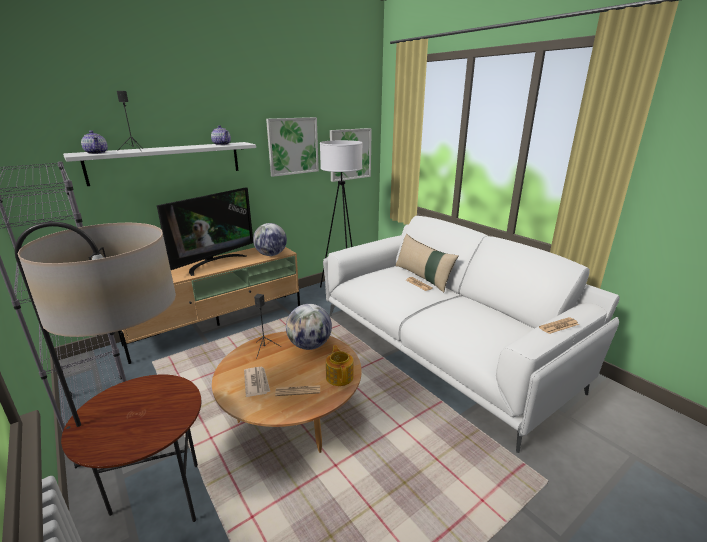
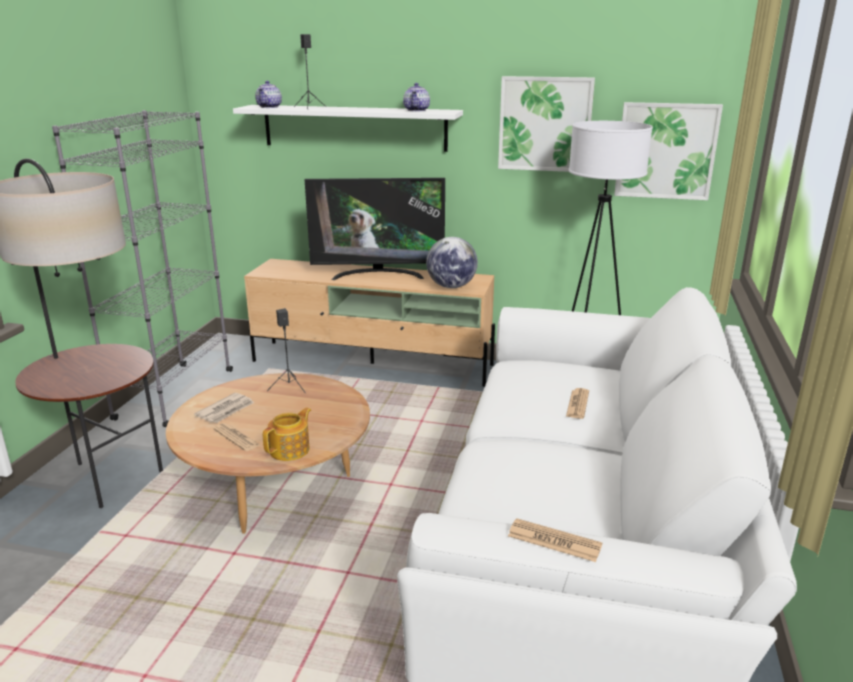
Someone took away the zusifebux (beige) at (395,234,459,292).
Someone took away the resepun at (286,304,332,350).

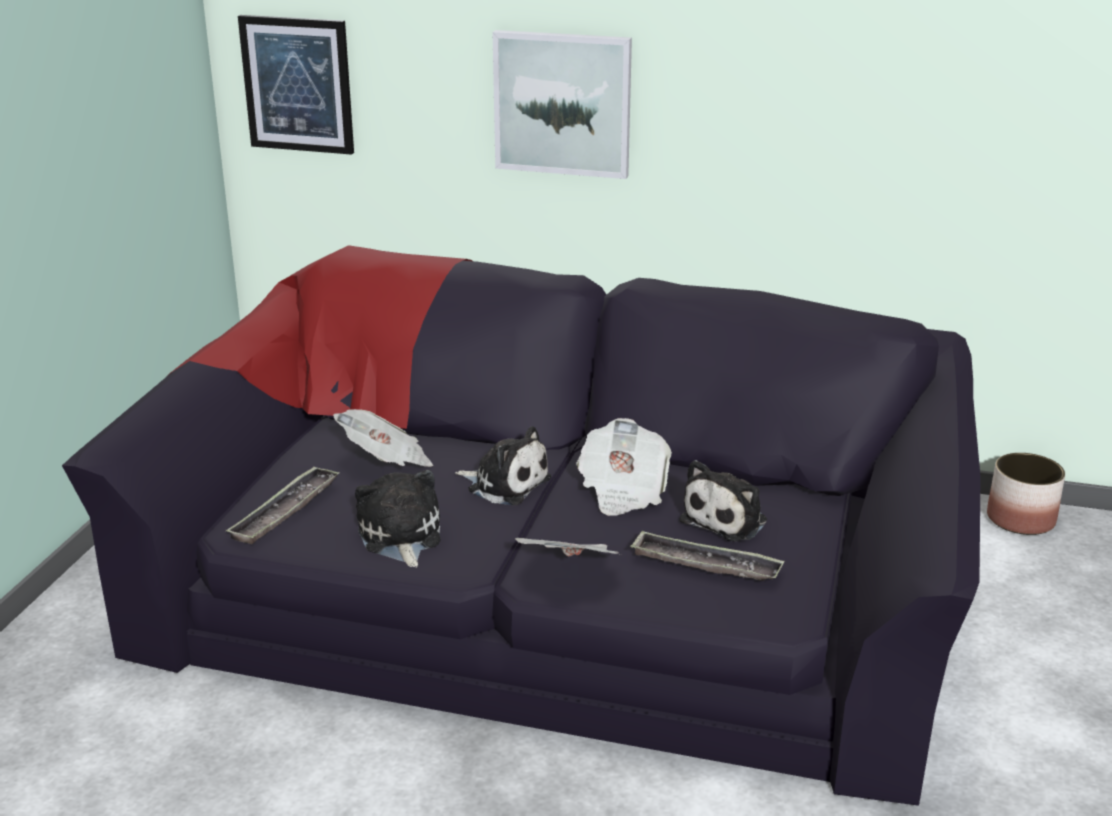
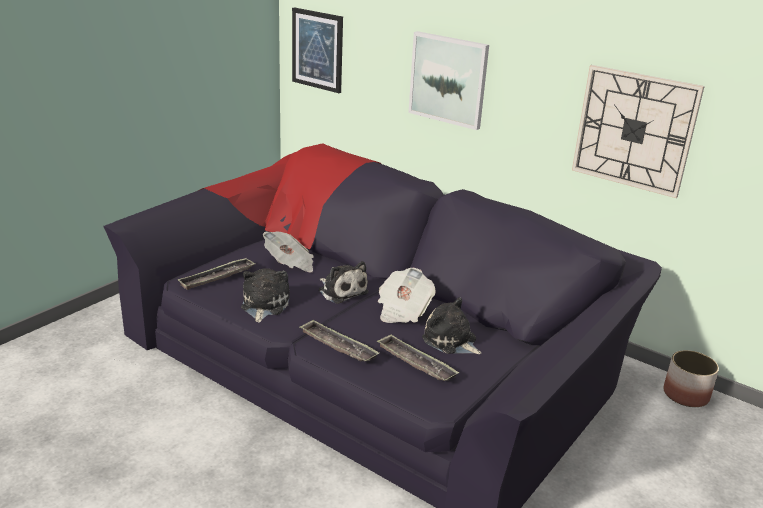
Someone rotated the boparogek at (679,460,767,542) by 75 degrees clockwise.
Someone swapped the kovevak at (516,538,621,556) for the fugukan at (300,319,379,362).
Someone put up the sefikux at (572,65,705,198).

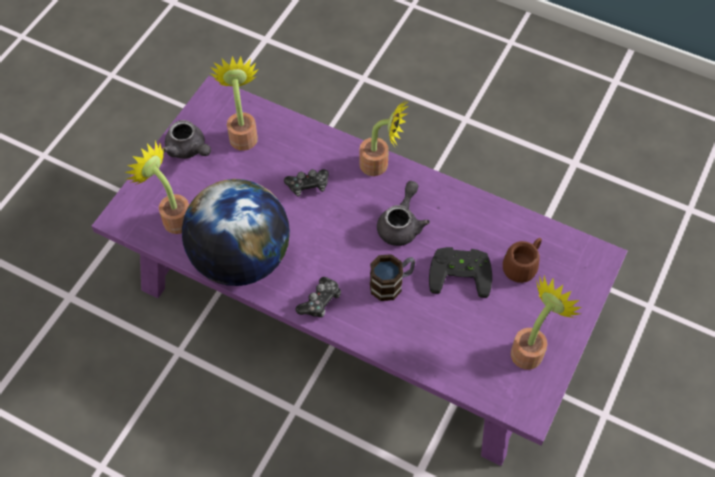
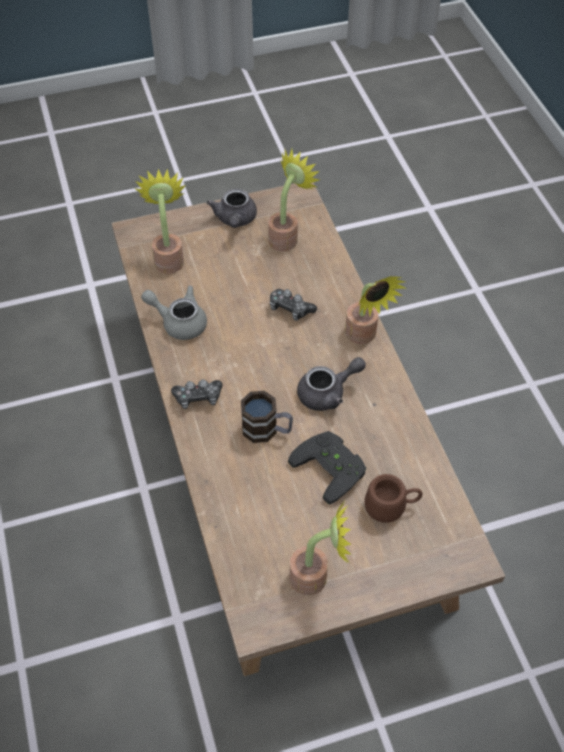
Someone repainted the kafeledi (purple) at (92,76,628,466), which became the kafeledi (brown) at (112,183,505,676).
Someone swapped the resepun at (182,179,290,286) for the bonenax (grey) at (141,286,207,340).

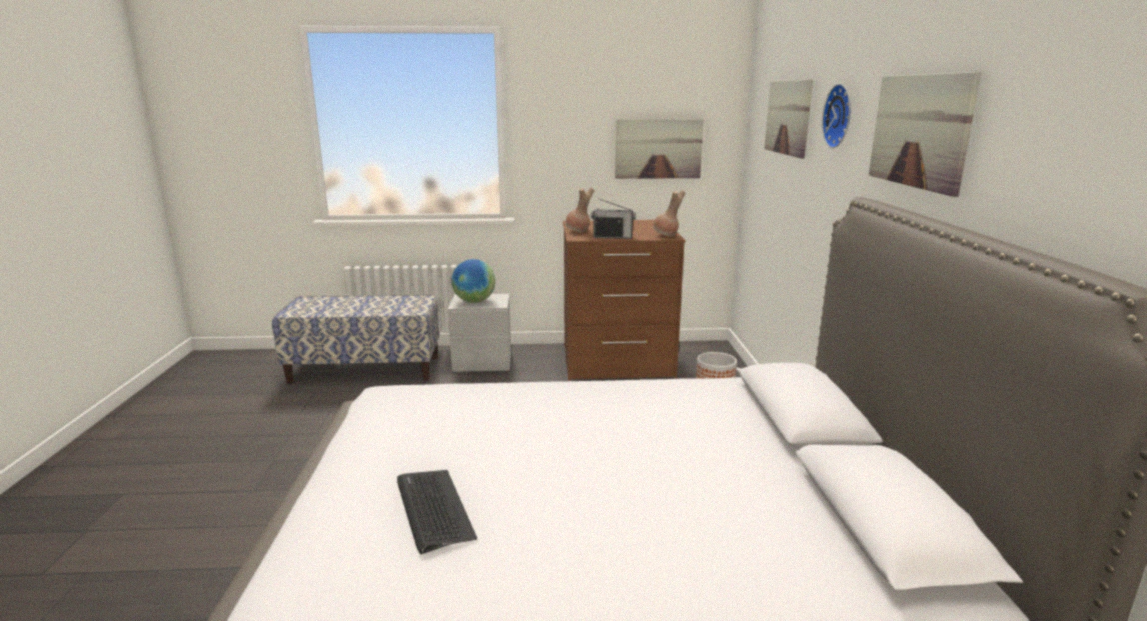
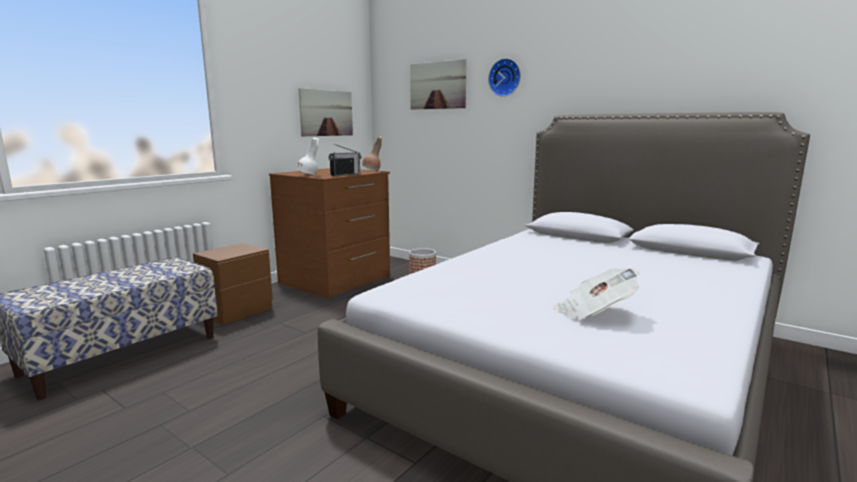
Someone took away the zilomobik at (869,72,981,197).
Someone repainted the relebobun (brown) at (565,187,594,232), which became the relebobun (white) at (297,137,320,175).
Someone took away the resepun at (452,259,496,303).
Someone repainted the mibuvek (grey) at (448,294,511,372), which became the mibuvek (brown) at (193,243,273,325).
Someone swapped the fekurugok at (397,470,477,554) for the kovevak at (554,268,640,320).

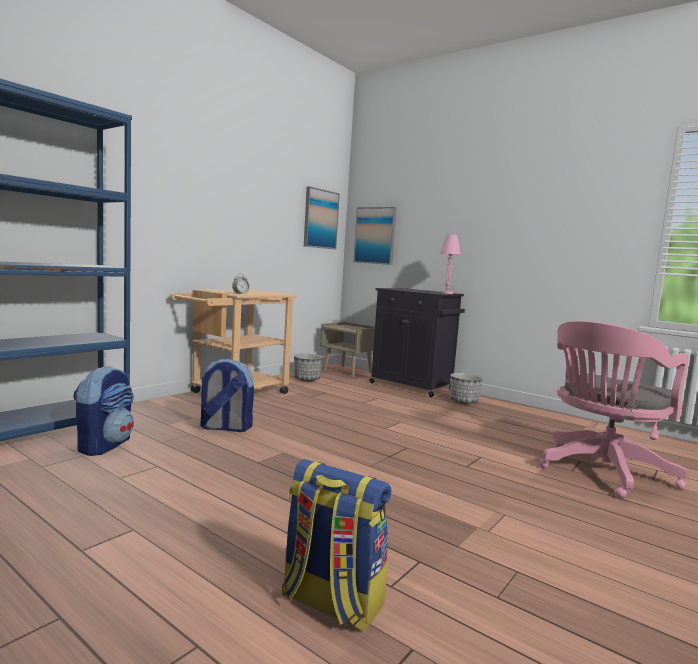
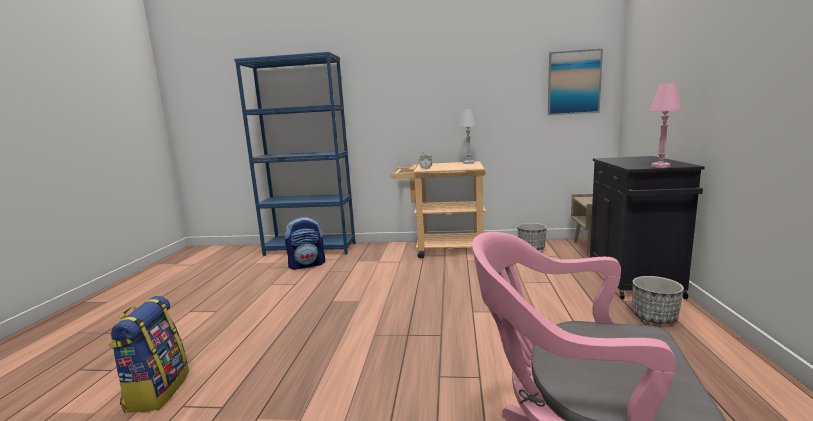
Someone took away the zilomobik at (353,207,397,265).
Someone took away the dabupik at (200,359,254,432).
Someone put down the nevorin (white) at (459,109,477,164).

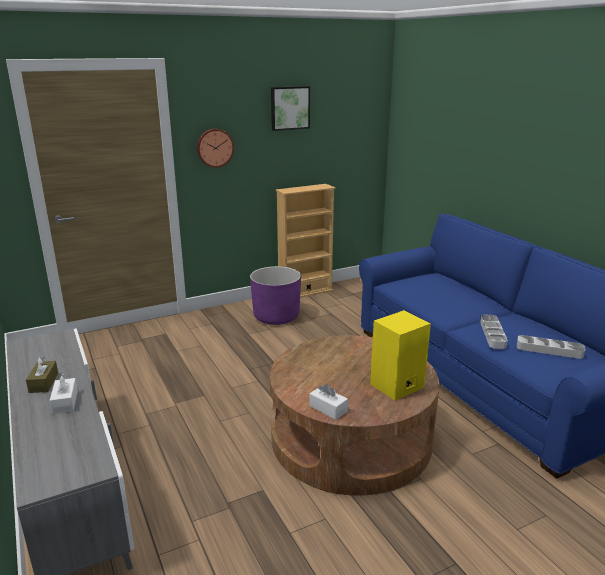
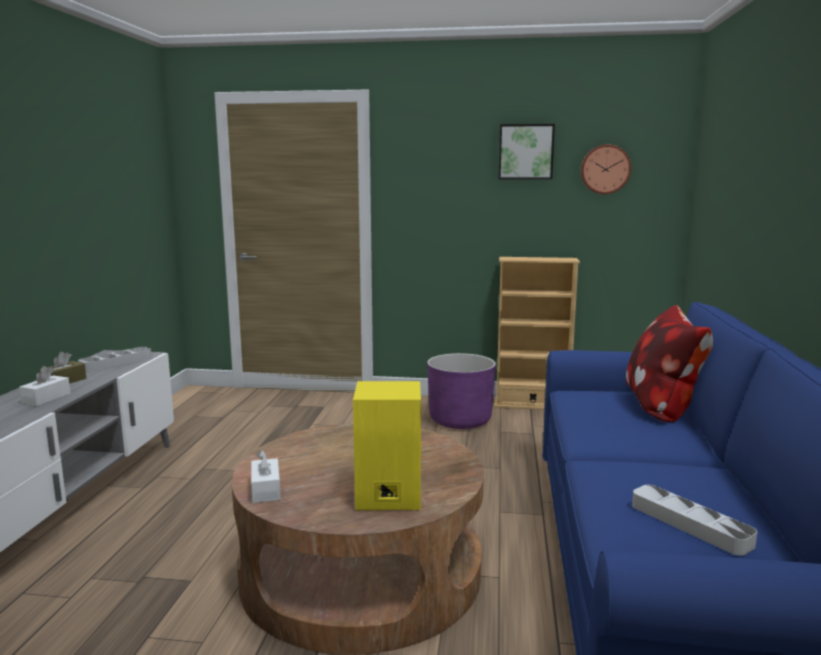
Someone carried the sefikux from (197,128,234,168) to (581,144,631,194).
Someone carried the fugukan (grey) from (480,314,508,349) to (78,347,152,372).
Someone put down the zusifebux at (626,305,713,422).

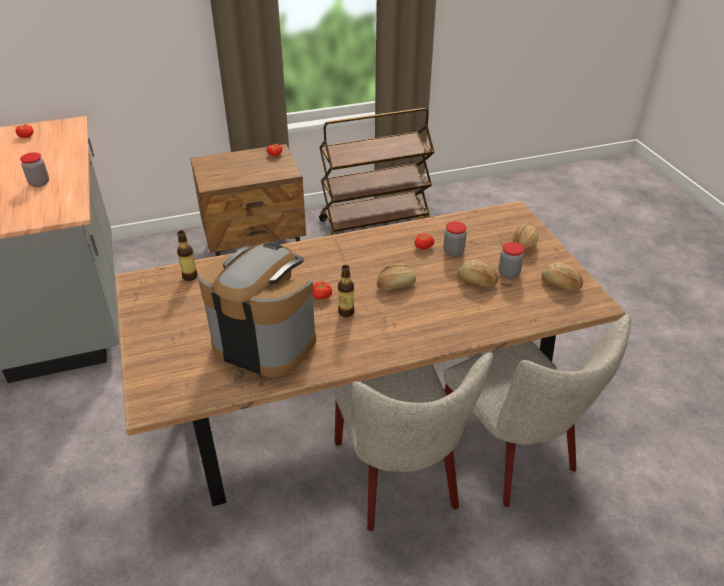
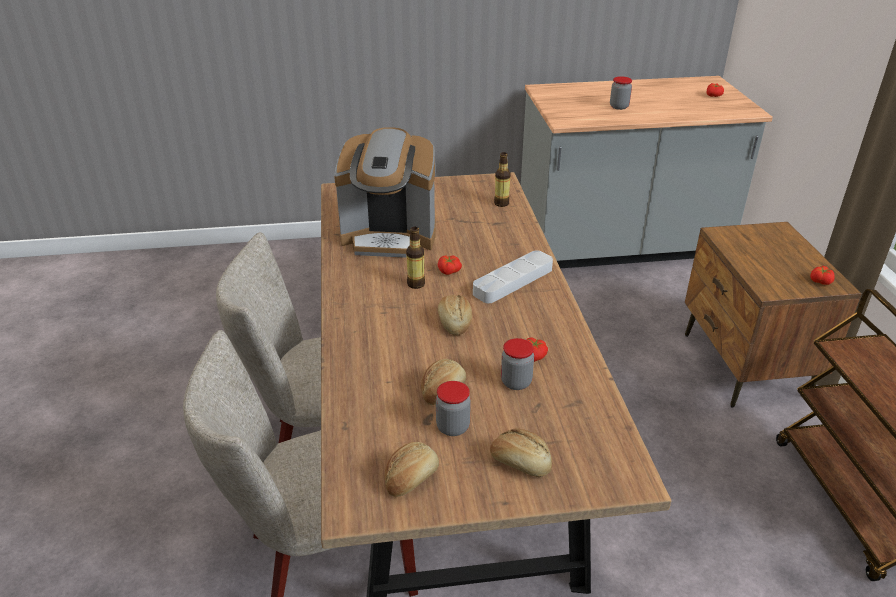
Someone rotated the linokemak at (198,242,316,377) by 60 degrees clockwise.
Someone put down the fugukan (grey) at (473,251,553,303).

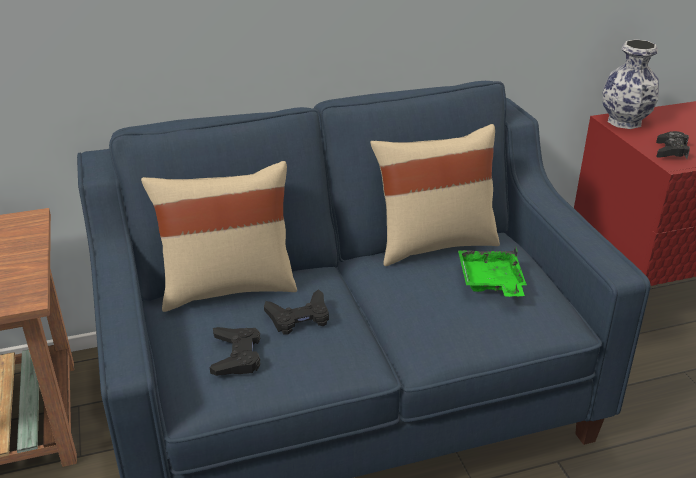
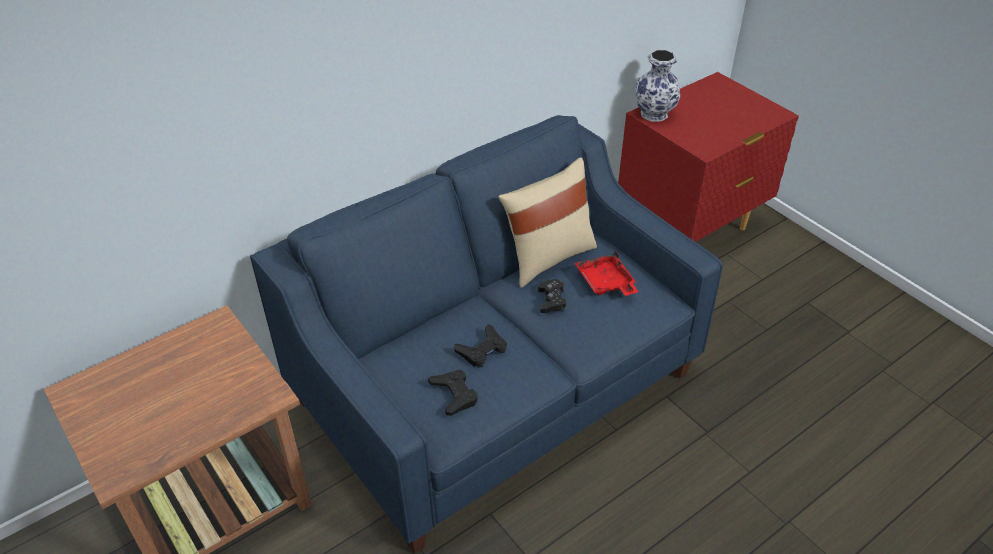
Someone carried the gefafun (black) from (656,131,690,159) to (538,279,567,313).
Someone took away the zusifebux (beige) at (141,161,297,312).
Someone repainted the fugukan (green) at (458,246,527,297), which became the fugukan (red) at (575,250,639,296).

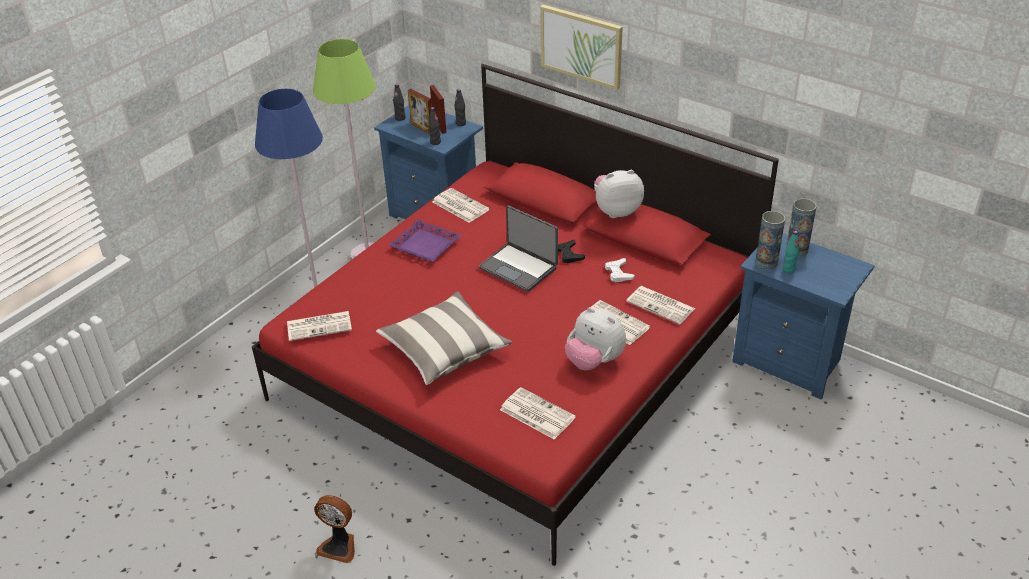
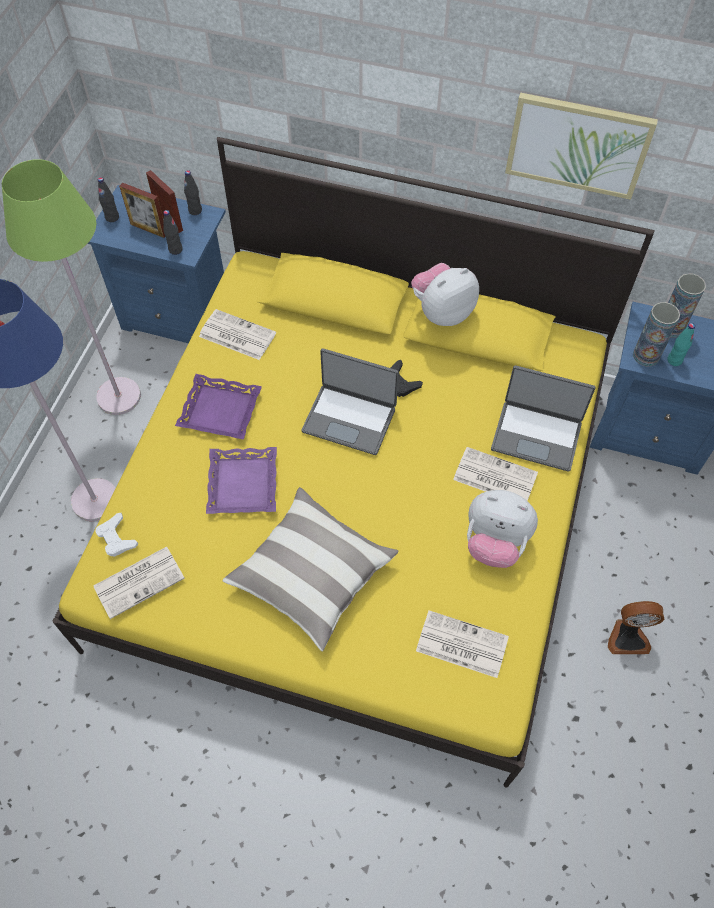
Someone carried the zilomobik from (540,5,623,90) to (505,93,658,200).
Someone repainted the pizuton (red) at (252,64,779,566), which became the pizuton (yellow) at (53,137,655,788).
Someone carried the gefafun (white) from (605,258,635,282) to (96,513,138,557).
Someone swapped the kovevak at (626,286,695,324) for the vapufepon at (491,365,595,471).
Someone carried the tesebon from (314,495,355,563) to (608,601,664,654).
Someone put down the fugukan (purple) at (206,447,277,514).

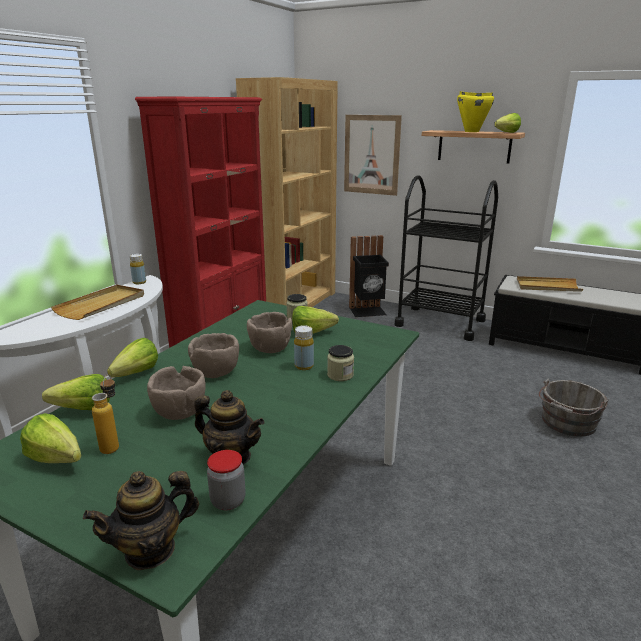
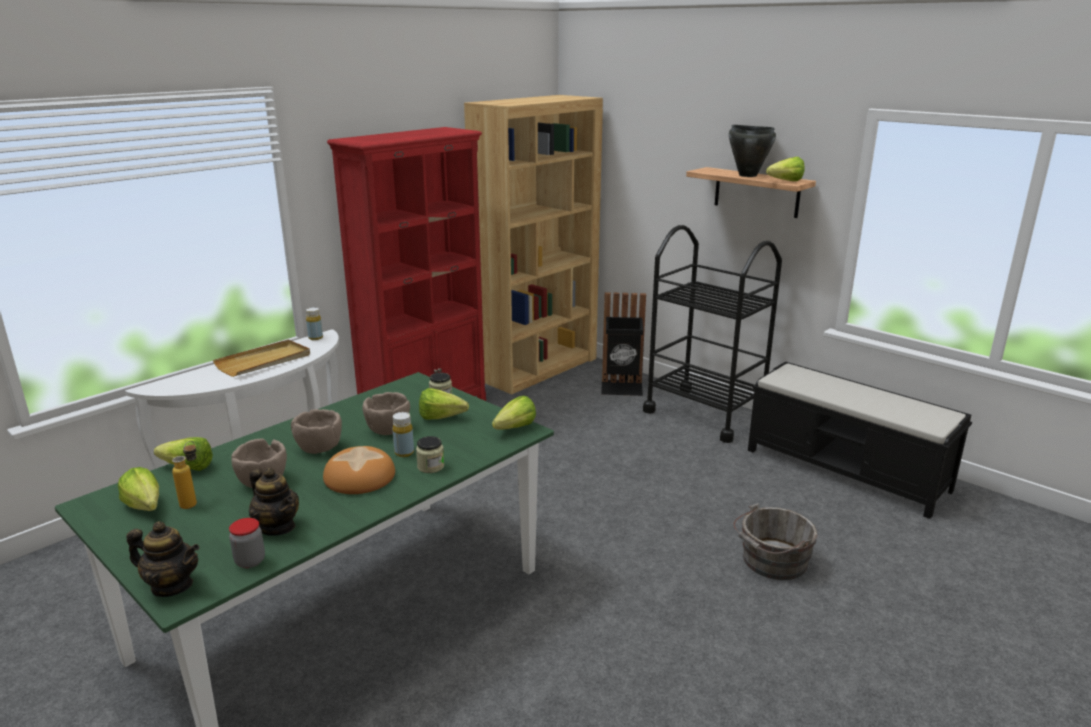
Someone repainted the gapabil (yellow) at (457,91,494,132), which became the gapabil (black) at (729,125,776,177).
Someone took away the zilomobik at (344,115,402,196).
Someone took away the fugukan (beige) at (517,276,583,292).
Someone carried the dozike from (107,338,158,377) to (492,396,536,429).
Someone rotated the bonenax at (83,471,199,570) by 150 degrees counterclockwise.
Someone put down the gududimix at (323,446,395,494).

